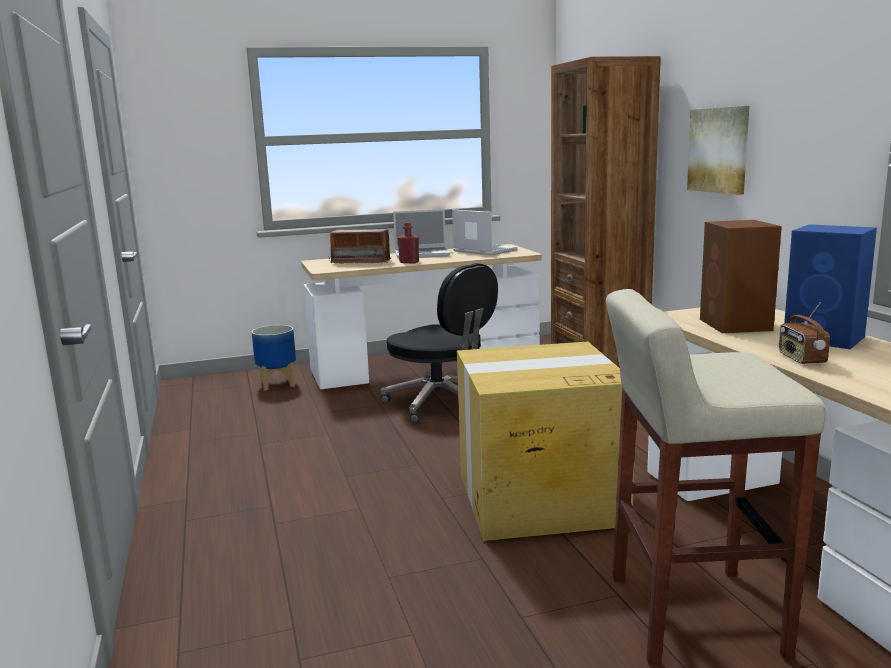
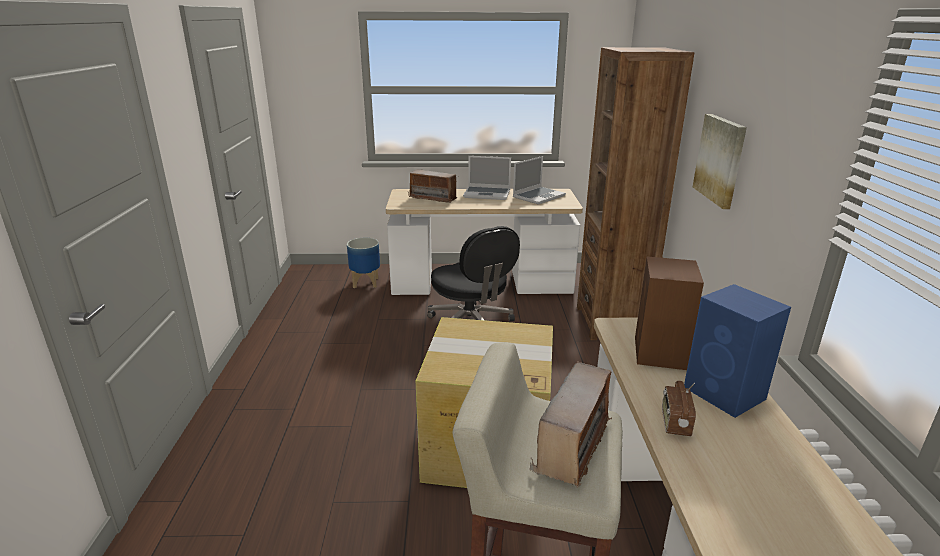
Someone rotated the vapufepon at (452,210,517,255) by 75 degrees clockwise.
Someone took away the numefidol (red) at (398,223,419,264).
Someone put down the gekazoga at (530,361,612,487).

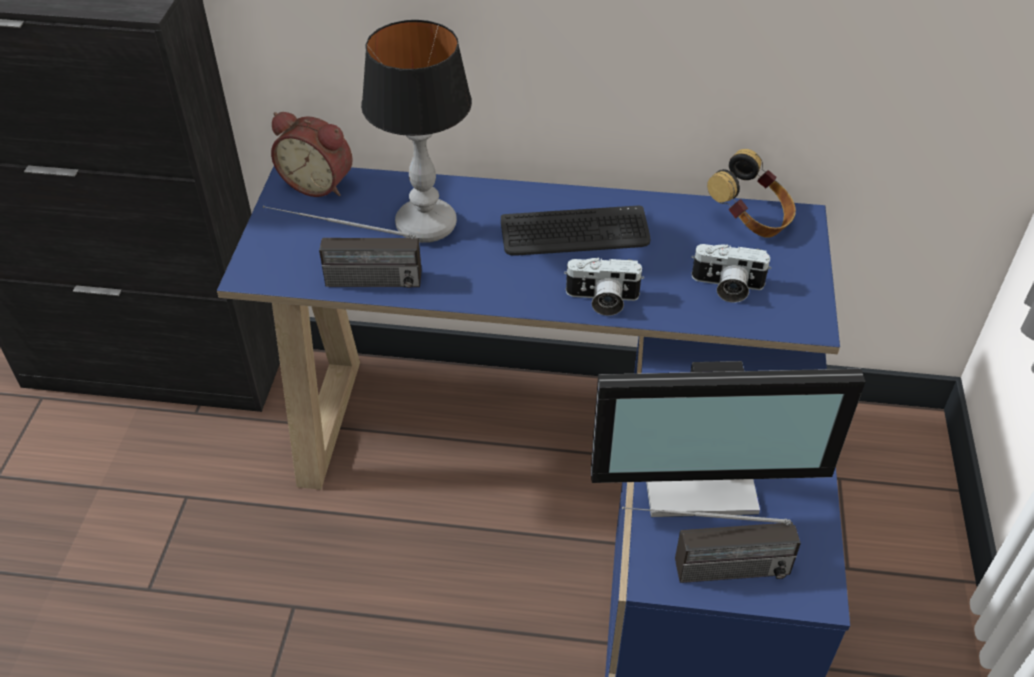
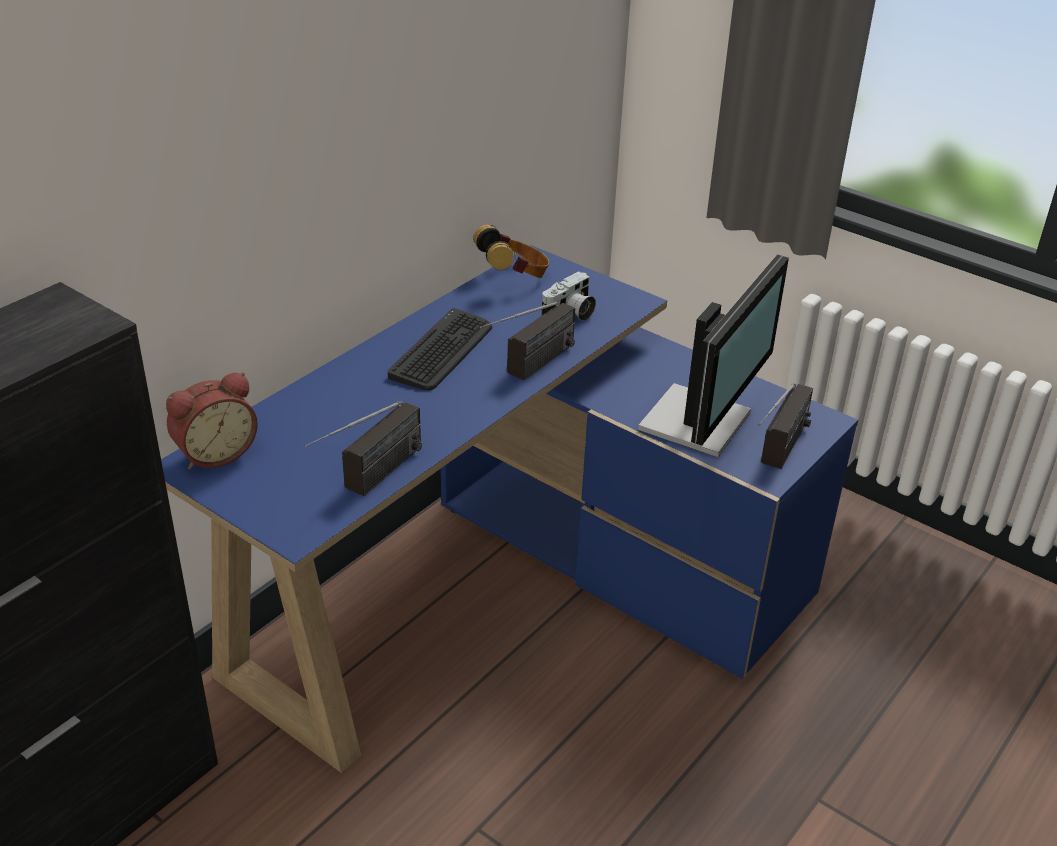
Someone took away the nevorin at (361,20,472,243).
Someone swapped the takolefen at (564,257,644,316) for the gekazoga at (480,301,575,380).

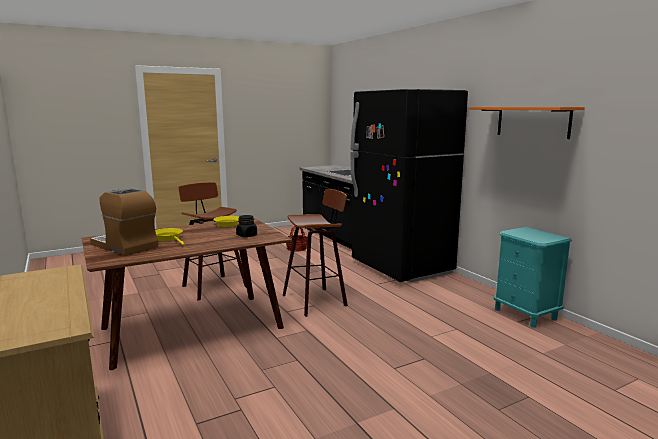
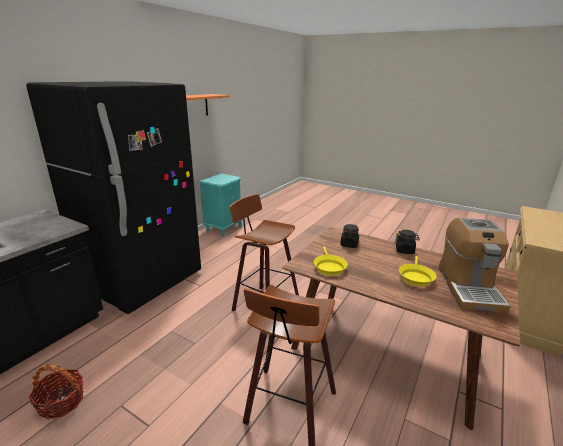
Someone put down the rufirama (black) at (394,230,420,254).

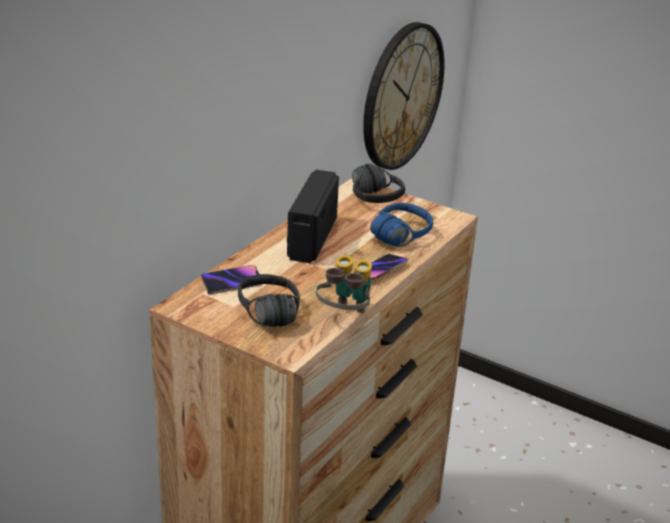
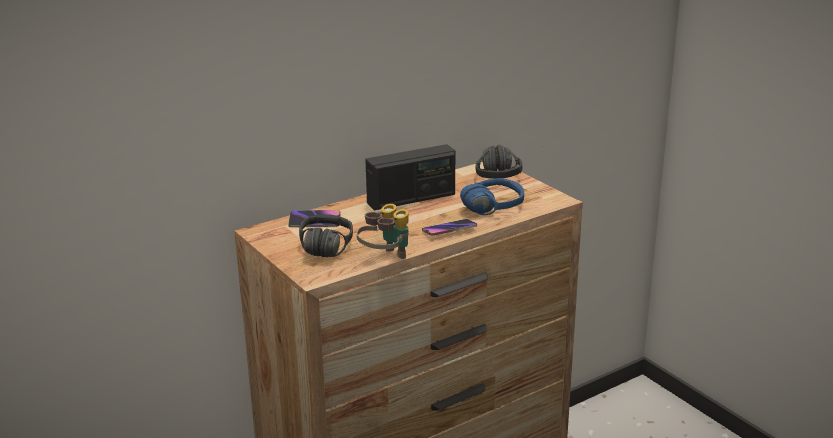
Someone took away the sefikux at (363,22,445,170).
Someone rotated the gekazoga at (287,170,339,263) by 150 degrees counterclockwise.

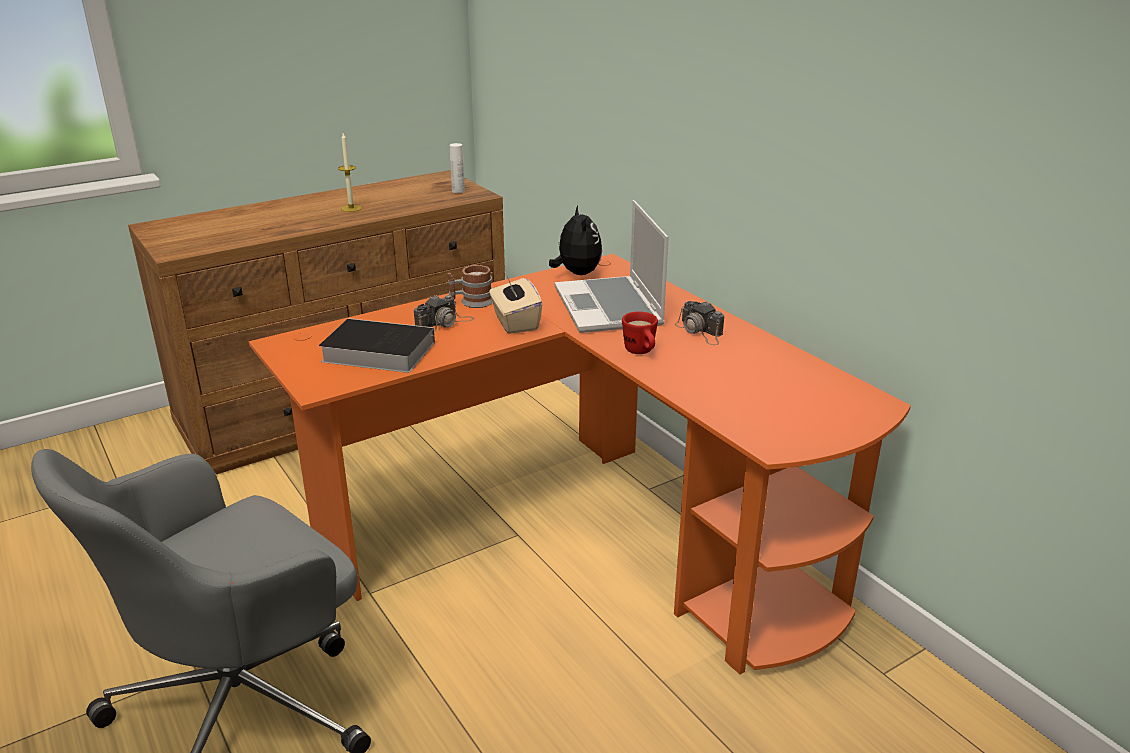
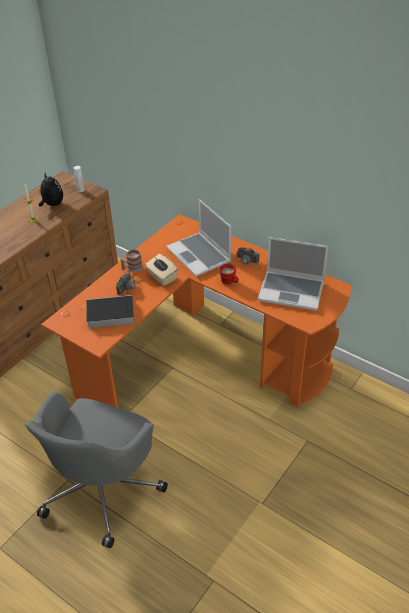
Someone carried the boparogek from (549,205,602,275) to (39,173,63,206).
Someone put down the vapufepon at (258,237,329,311).

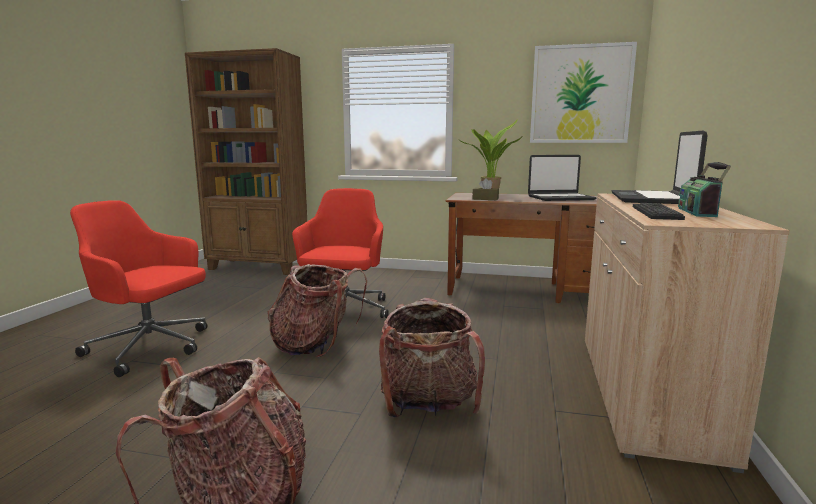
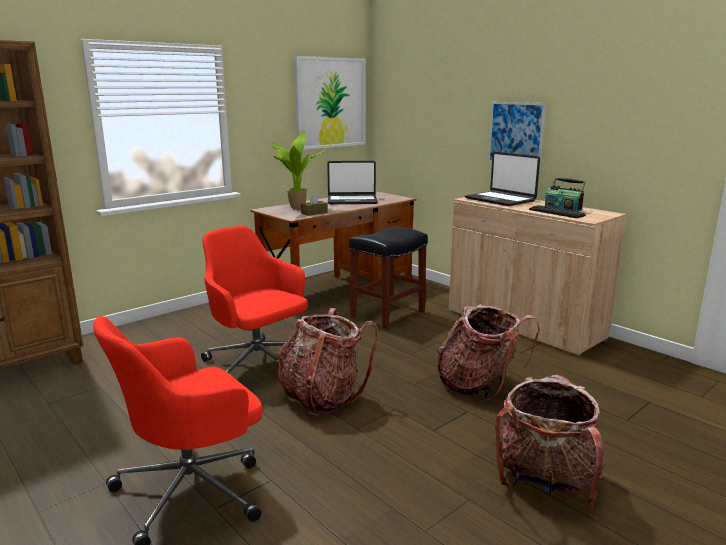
Someone rotated the vapufepon at (528,155,597,201) by 60 degrees clockwise.
Someone put up the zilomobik at (488,102,546,163).
Someone put down the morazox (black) at (349,227,428,329).

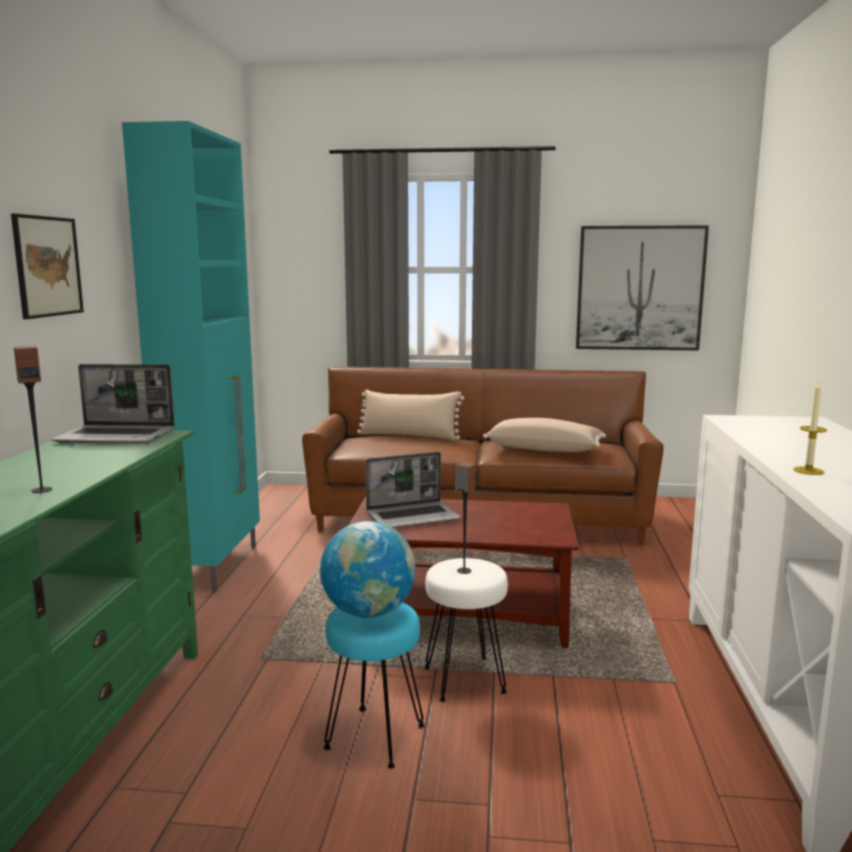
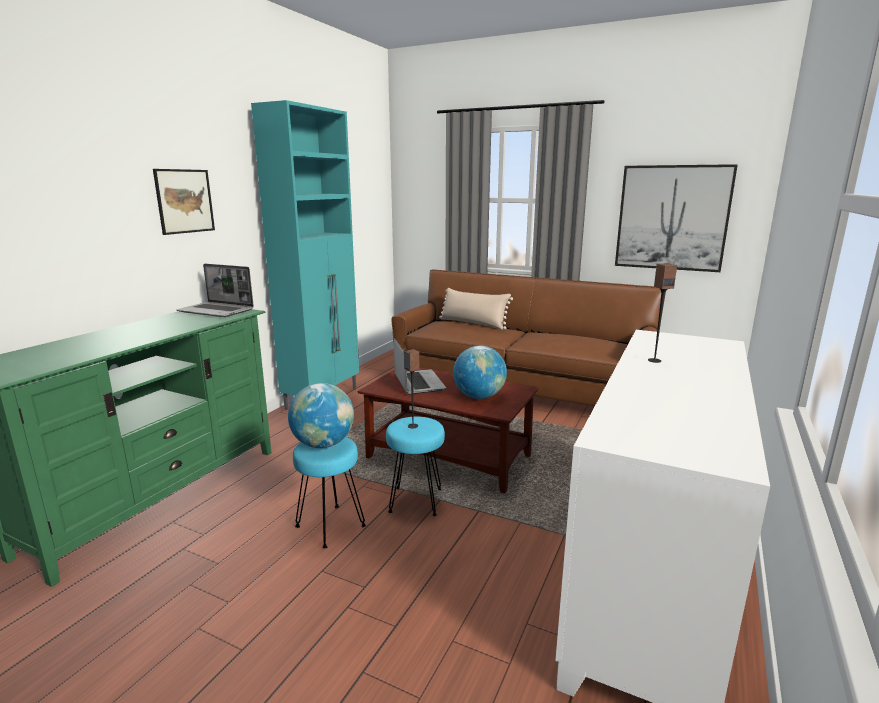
Someone carried the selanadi from (14,346,52,493) to (648,263,677,363).
Someone took away the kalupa at (793,382,827,475).
Someone took away the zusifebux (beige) at (483,418,606,452).
Someone rotated the vapufepon at (366,452,461,528) by 105 degrees counterclockwise.
Someone repainted the morazox (white) at (425,558,508,702), which became the morazox (turquoise) at (386,417,445,516).
Someone put down the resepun at (453,346,507,399).

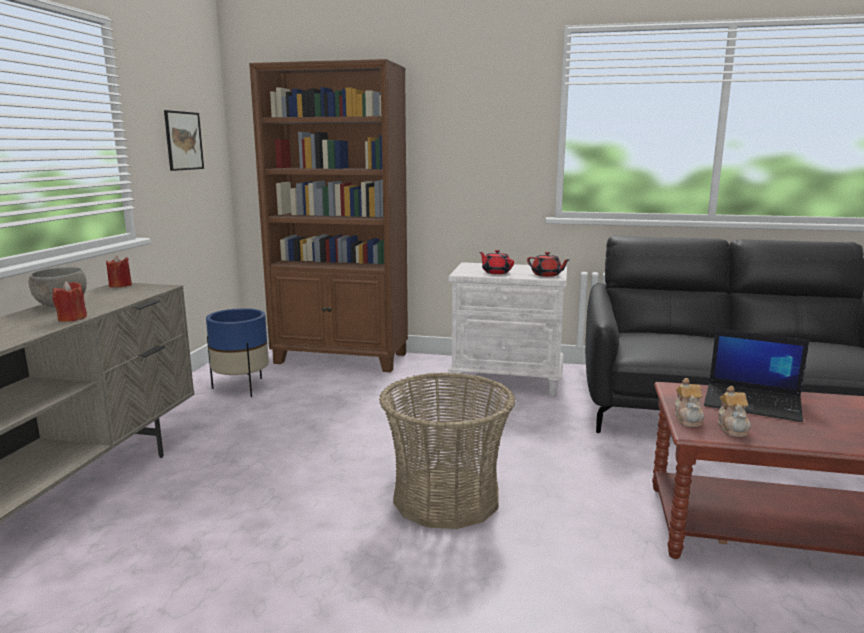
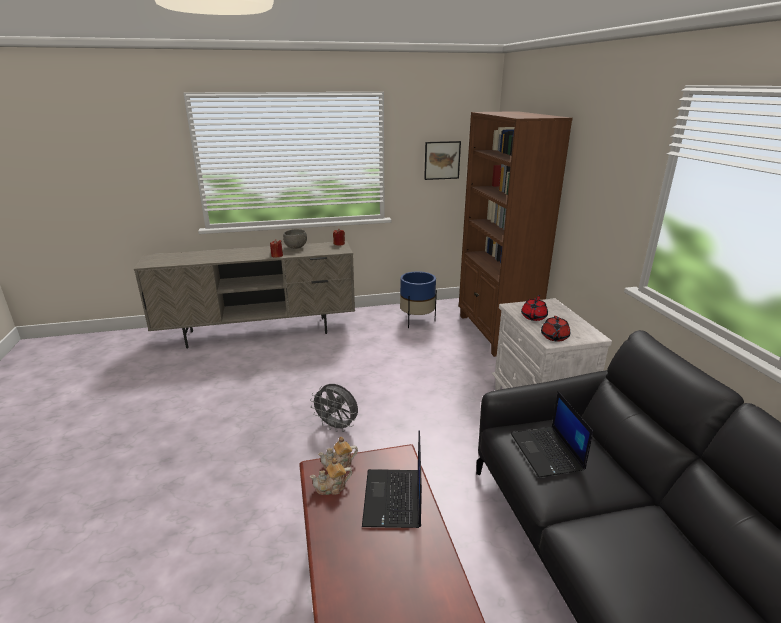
Someone swapped the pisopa at (379,372,515,529) for the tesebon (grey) at (310,384,358,432).
Someone put down the vapufepon at (511,391,593,477).

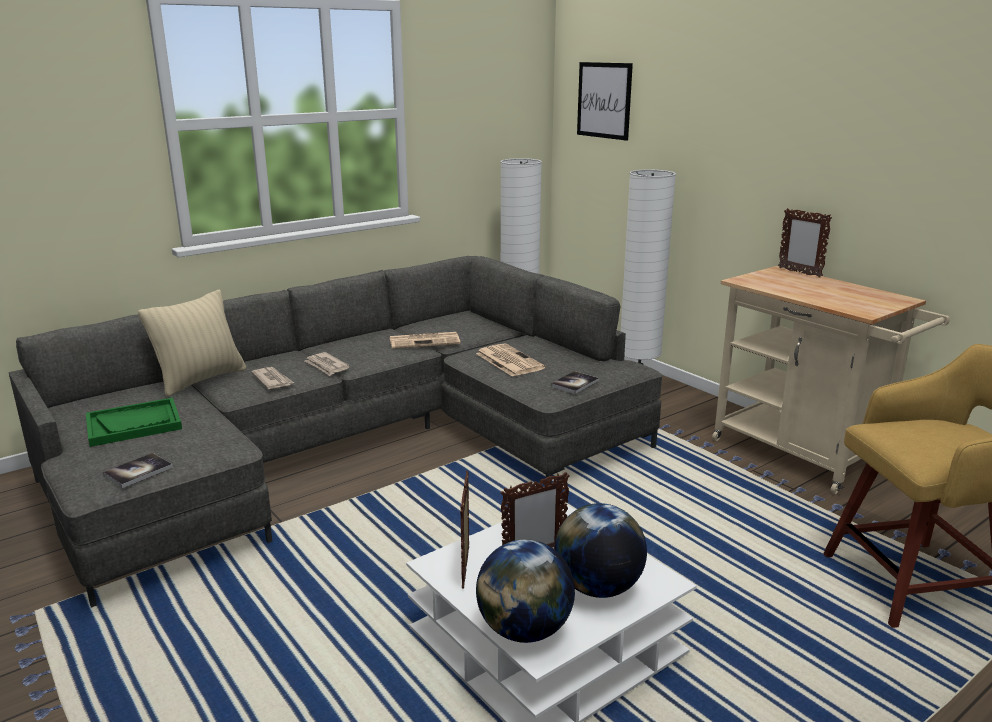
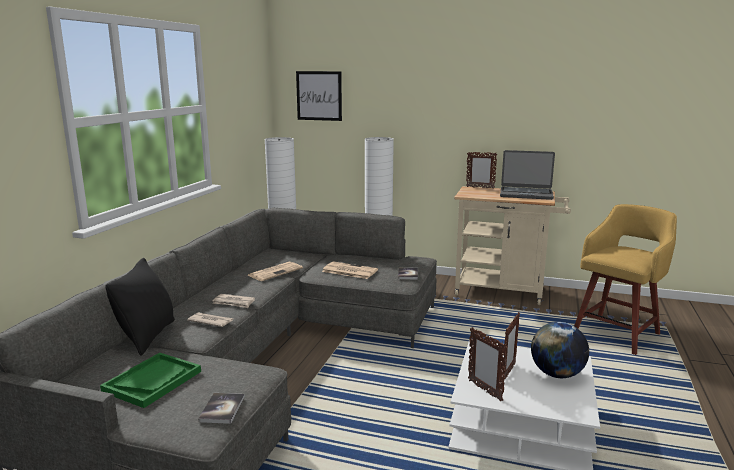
Someone repainted the zusifebux (beige) at (138,290,246,397), which became the zusifebux (black) at (105,258,175,356).
Someone took away the resepun at (476,539,575,643).
Someone put down the vapufepon at (500,150,555,200).

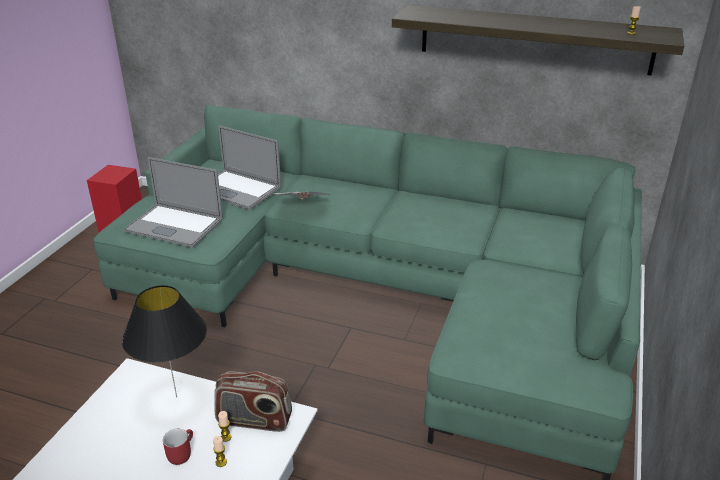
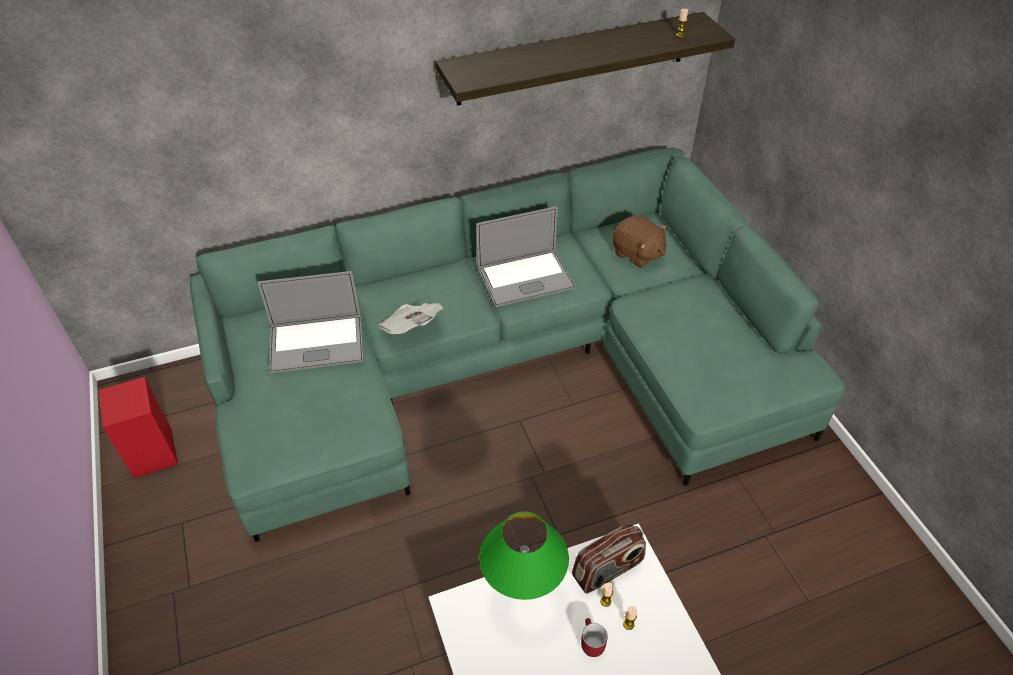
Someone carried the vapufepon from (123,157,223,248) to (476,206,575,307).
Someone repainted the nevorin (black) at (122,285,207,398), which became the nevorin (green) at (479,512,569,600).
Someone put down the boparogek (brown) at (612,215,667,268).

